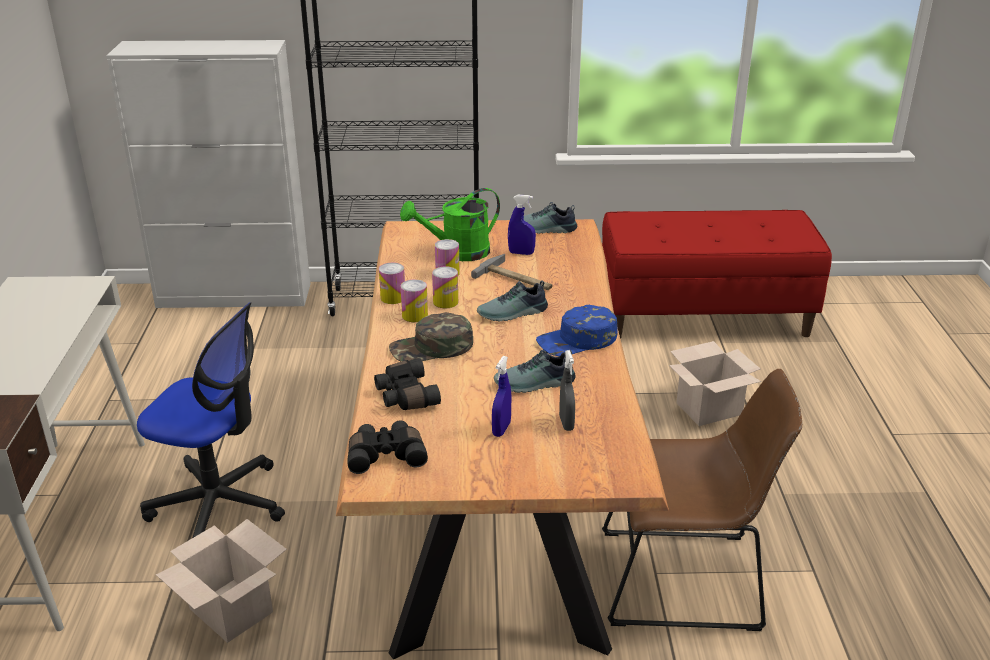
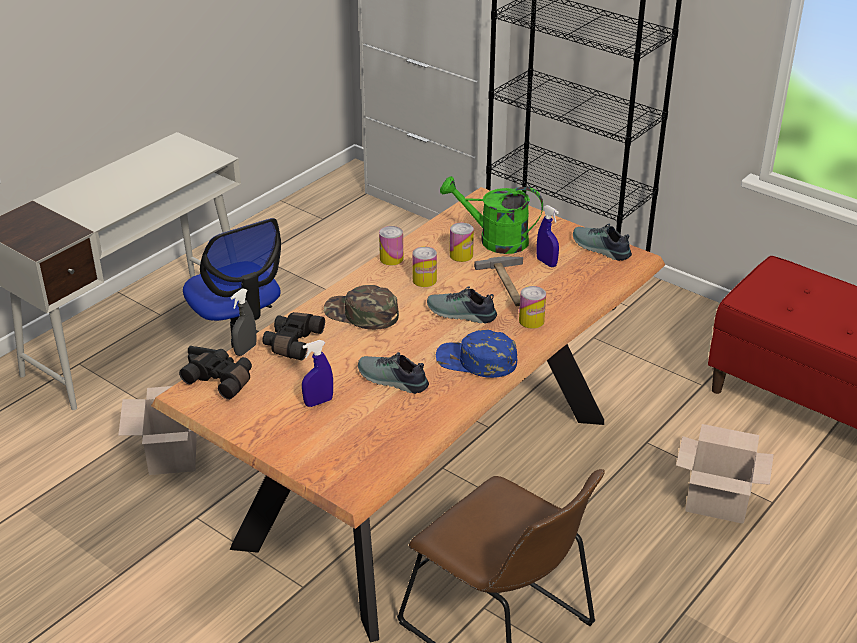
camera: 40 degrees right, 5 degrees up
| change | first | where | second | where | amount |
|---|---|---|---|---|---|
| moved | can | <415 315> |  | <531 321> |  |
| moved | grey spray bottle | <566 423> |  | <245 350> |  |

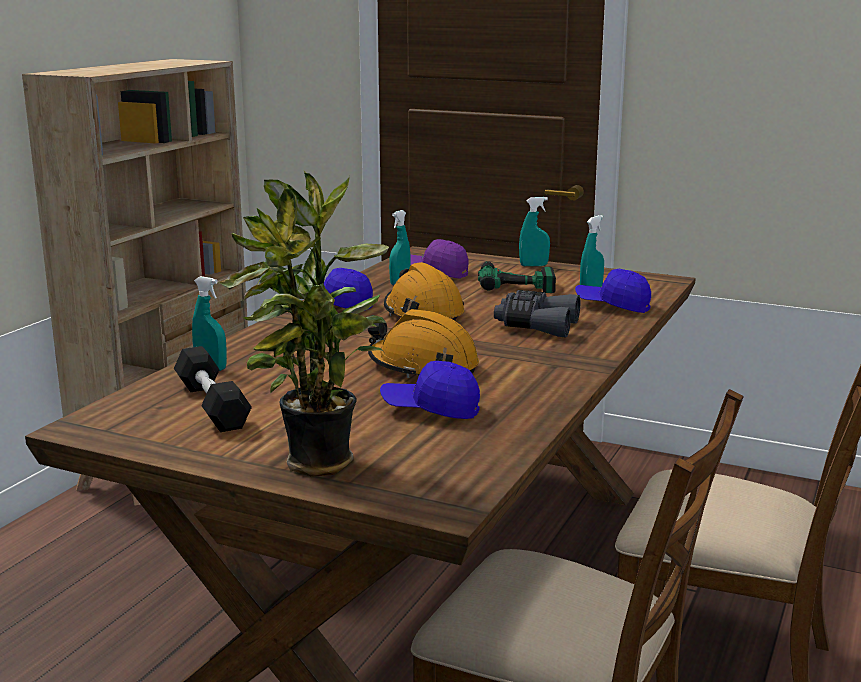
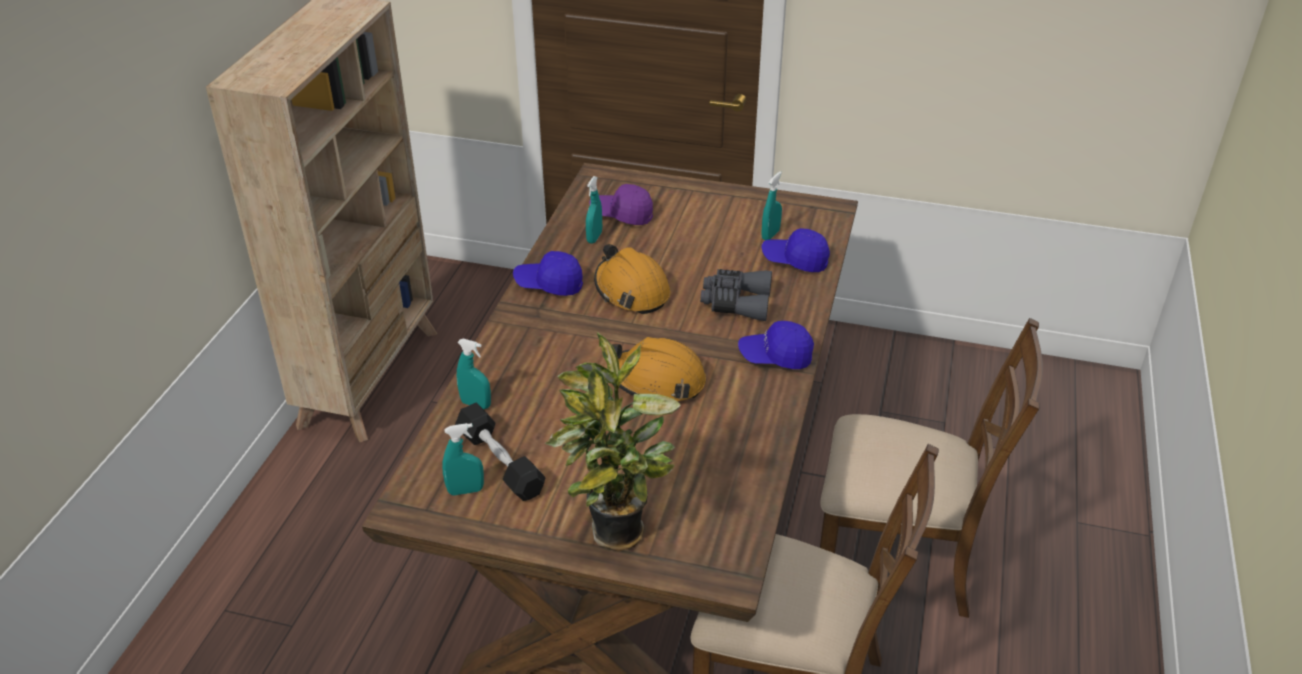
camera: 10 degrees left, 20 degrees up
| change | first | where | second | where | amount |
|---|---|---|---|---|---|
| moved | blue cap | <431 410> |  | <775 357> |  |
| removed | power drill | <514 281> |  |  |  |
| moved | turquoise spray bottle | <533 265> |  | <465 490> |  |

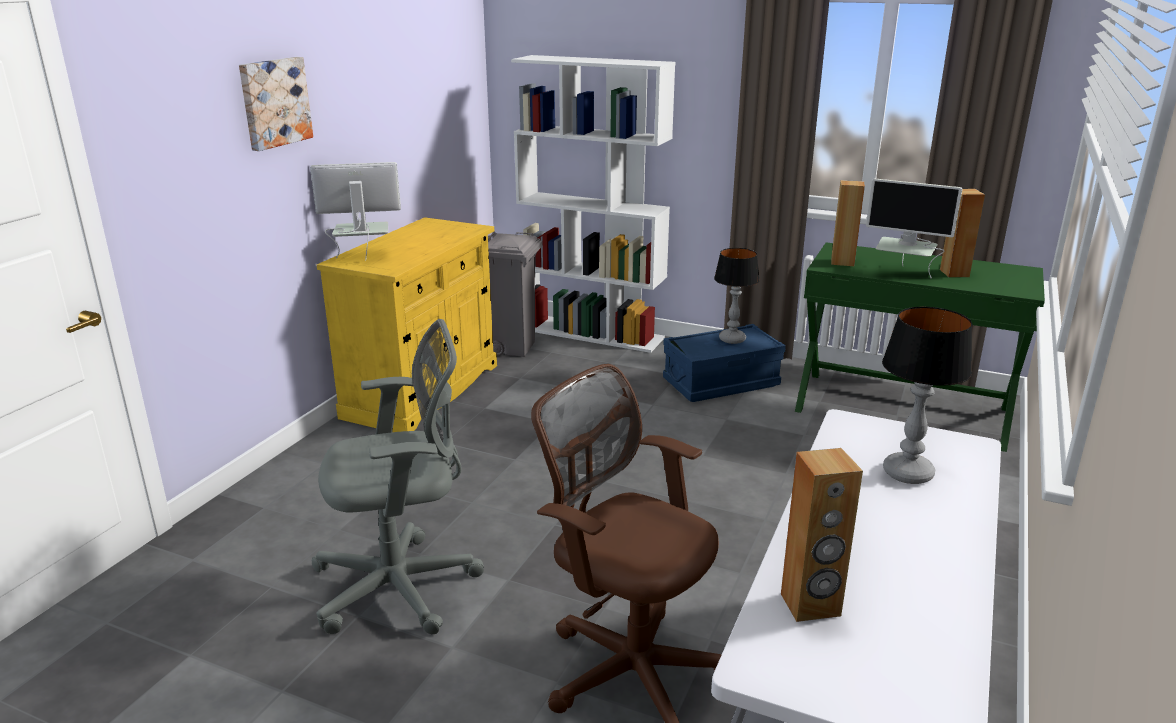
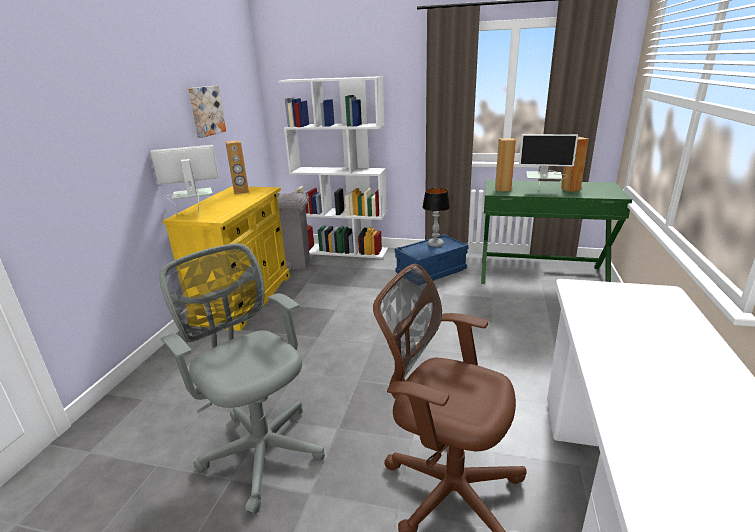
camera: 10 degrees left, 0 degrees up
| change | first | where | second | where | amount |
|---|---|---|---|---|---|
| moved | picture | <274 102> |  | <205 111> |  |
| turned | grey office chair | <403 586> |  | <261 447> | 105 degrees counterclockwise |
| moved | brown speaker | <810 605> |  | <241 192> |  |
| removed | table lamp | <907 473> |  |  |  |

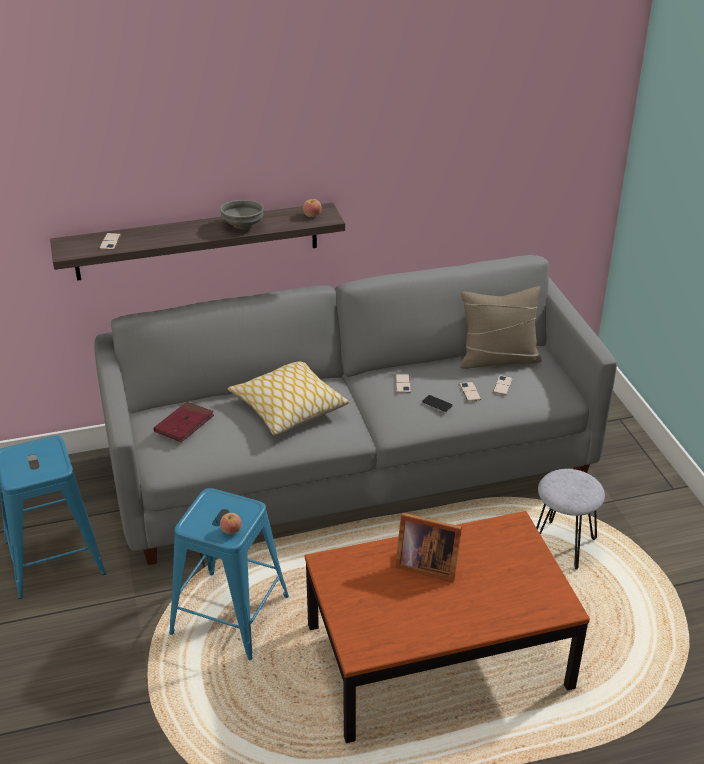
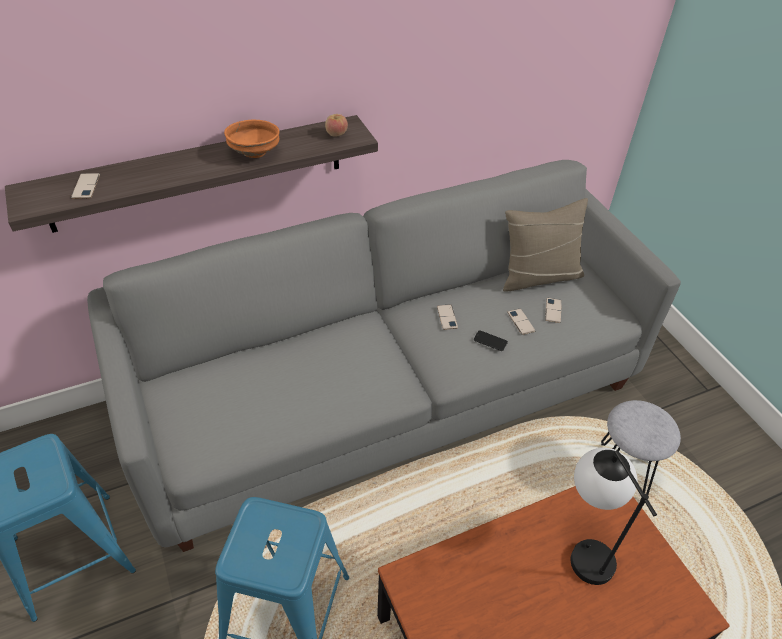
camera: 10 degrees left, 10 degrees up
| change | first | where | second | where | amount |
|---|---|---|---|---|---|
| removed | red book | <184 424> |  |  |  |
| recoloured | grey bowl | <243 225> | orange bowl | <255 152> |  |
| removed | apple | <231 530> |  |  |  |
| removed | pillow | <288 407> |  |  |  |
| removed | picture frame | <425 564> |  |  |  |
| added |  |  | table lamp | <583 546> |  |

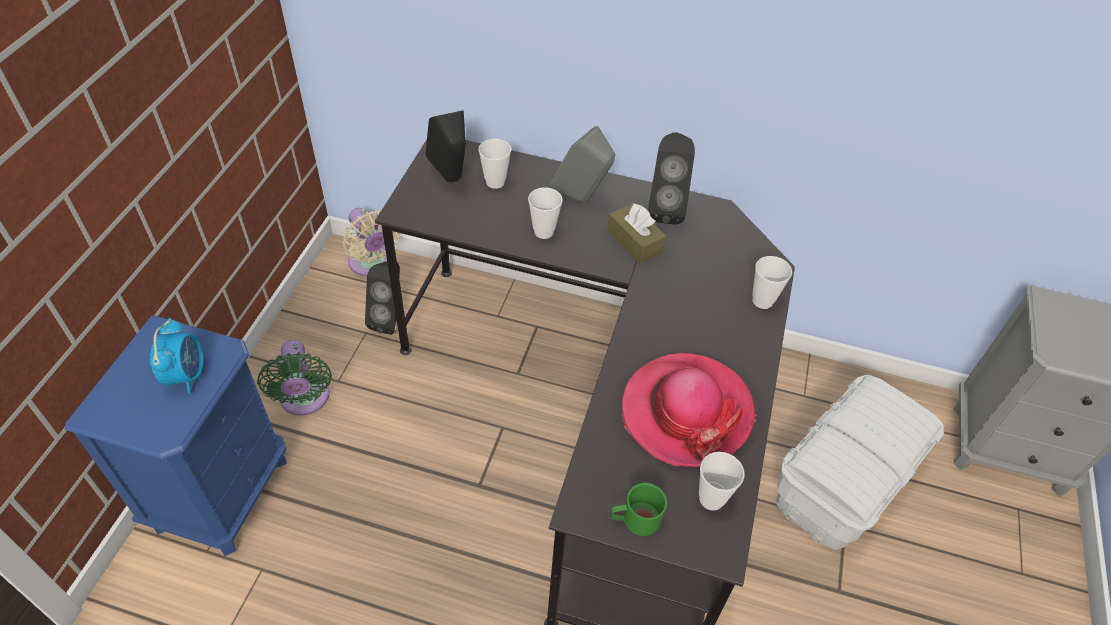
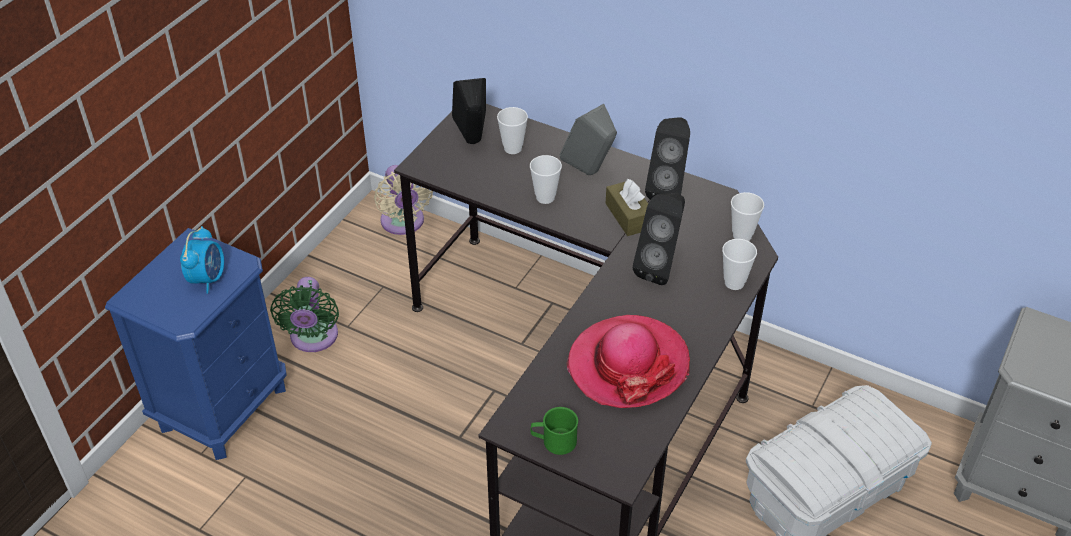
camera: 15 degrees right, 5 degrees down
| change | first | where | second | where | amount |
|---|---|---|---|---|---|
| moved | black speaker | <390 319> |  | <660 267> |  |
| moved | cup | <711 499> |  | <742 235> |  |

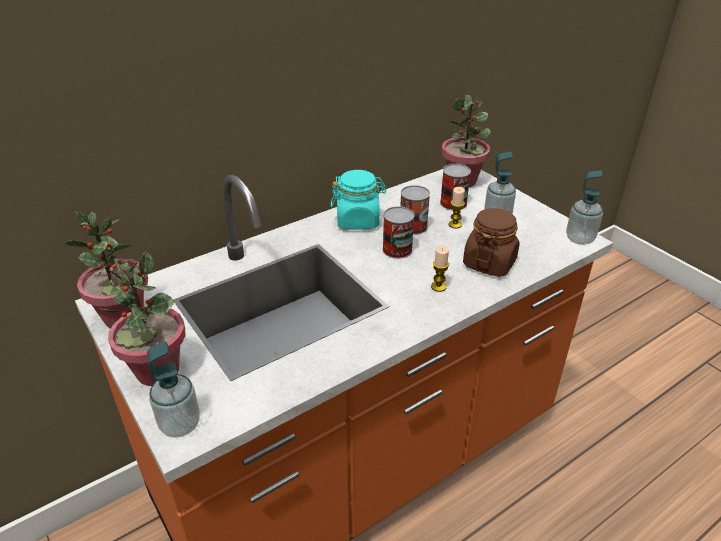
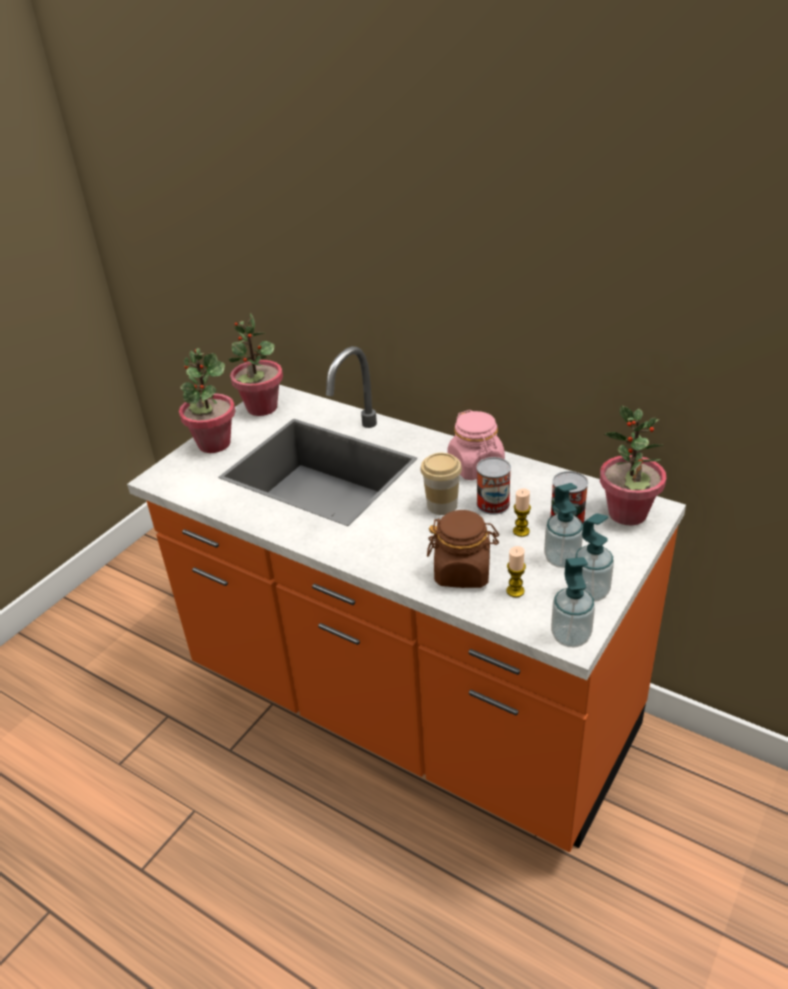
camera: 70 degrees right, 0 degrees up
| change | first | where | second | where | amount |
|---|---|---|---|---|---|
| moved | soap dispenser | <180 424> |  | <590 592> |  |
| recoloured | turquoise jar | <358 220> | pink jar | <476 467> |  |
| replaced | can | <397 249> | cup | <442 505> |  |
| moved | candle | <438 287> |  | <515 591> |  |

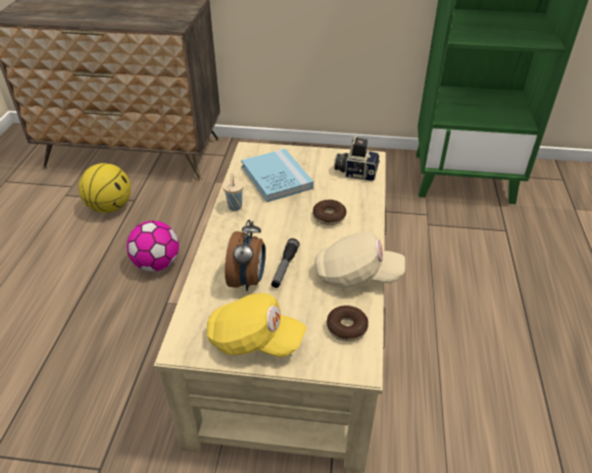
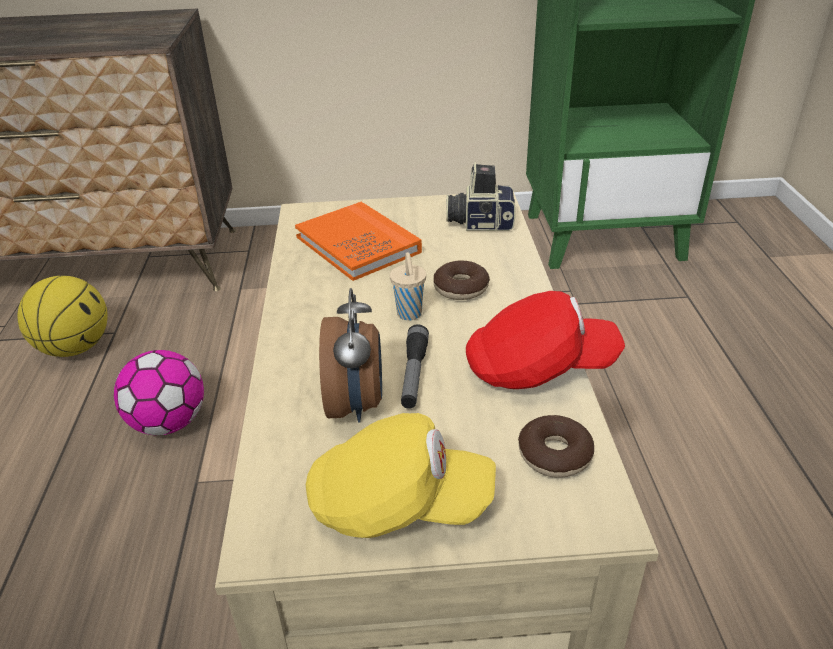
camera: 10 degrees left, 5 degrees down
| change | first | where | second | where | amount |
|---|---|---|---|---|---|
| moved | beige cup | <234 207> |  | <409 315> |  |
| recoloured | blue book | <276 177> | orange book | <357 245> |  |
| recoloured | beige cap | <356 275> | red cap | <538 368> |  |

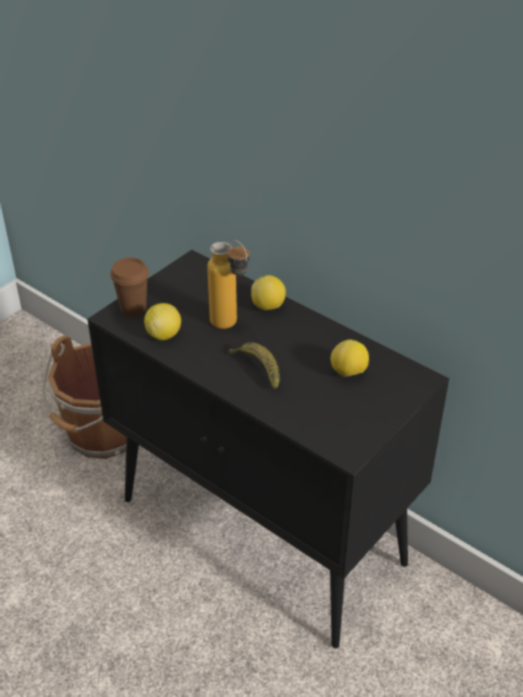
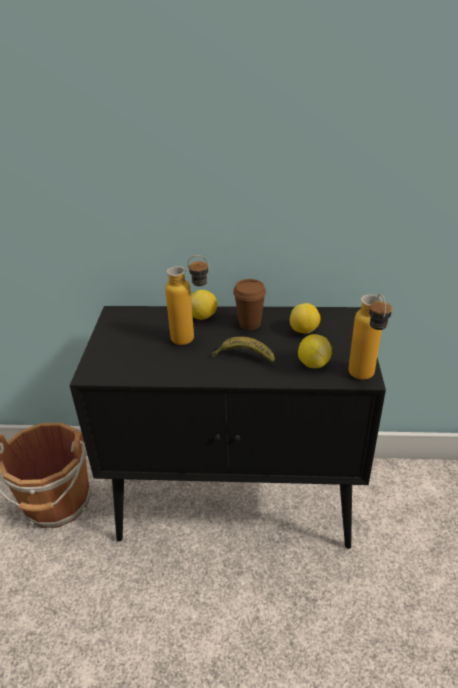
camera: 35 degrees left, 5 degrees down
| change | first | where | second | where | amount |
|---|---|---|---|---|---|
| moved | brown cup | <133 309> |  | <249 324> |  |
| moved | lemon | <164 334> |  | <313 363> |  |
| added |  |  | bottle | <364 379> |  |

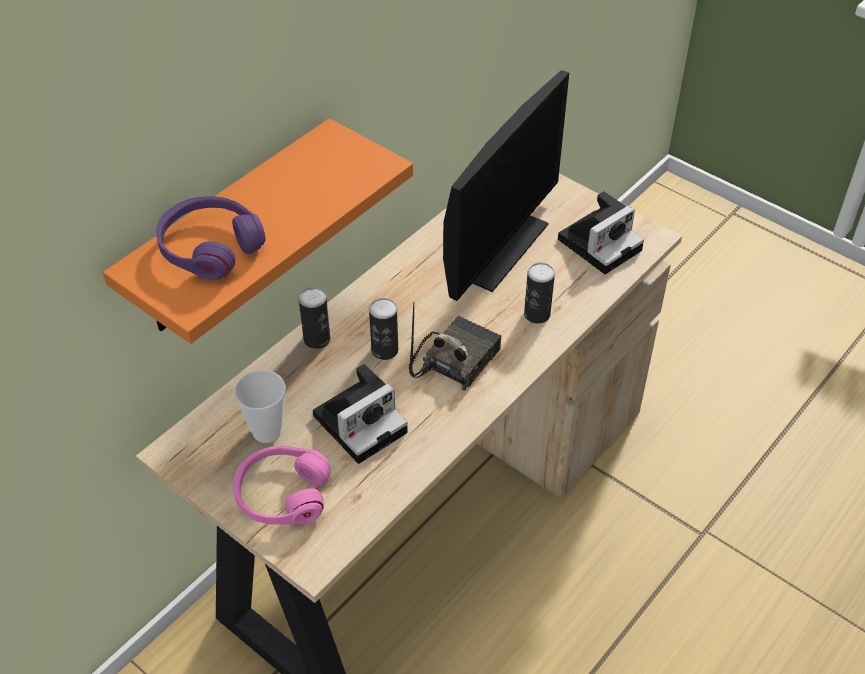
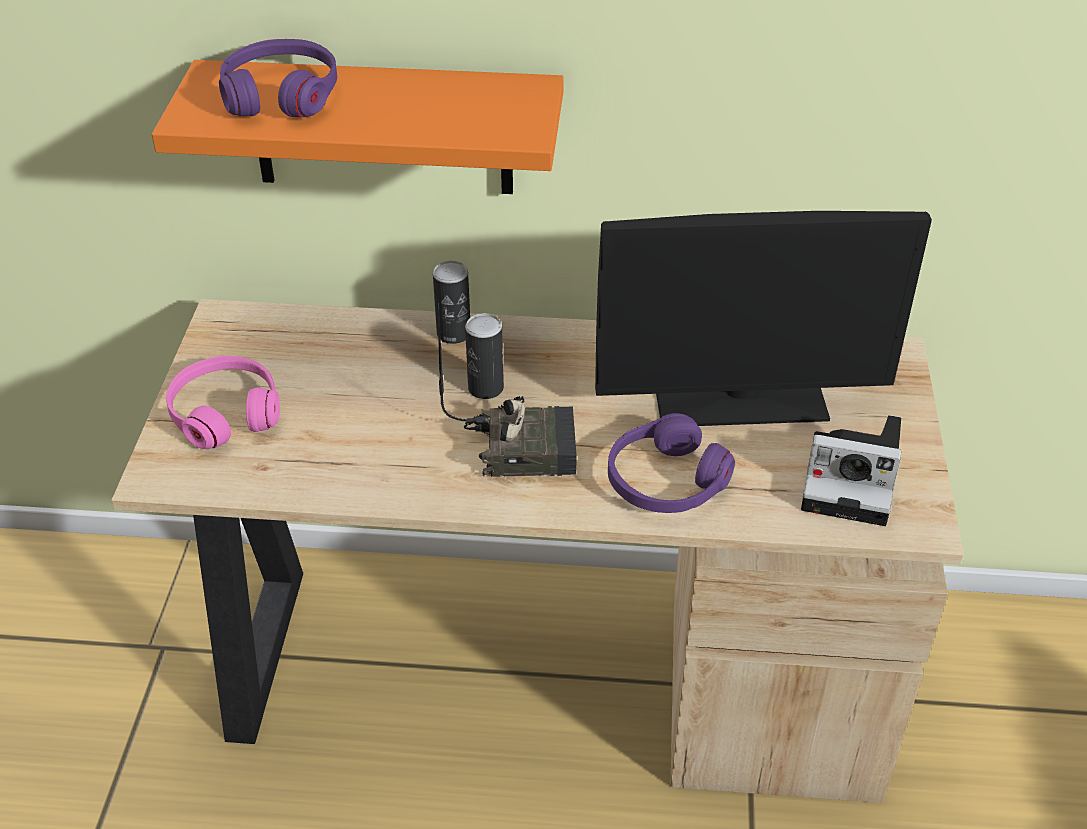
camera: 55 degrees right, 5 degrees down
| change | first | where | second | where | amount |
|---|---|---|---|---|---|
| removed | cup | <267 431> |  |  |  |
| removed | photo camera | <362 421> |  |  |  |
| replaced | can | <537 314> | purple headphones | <665 481> |  |

